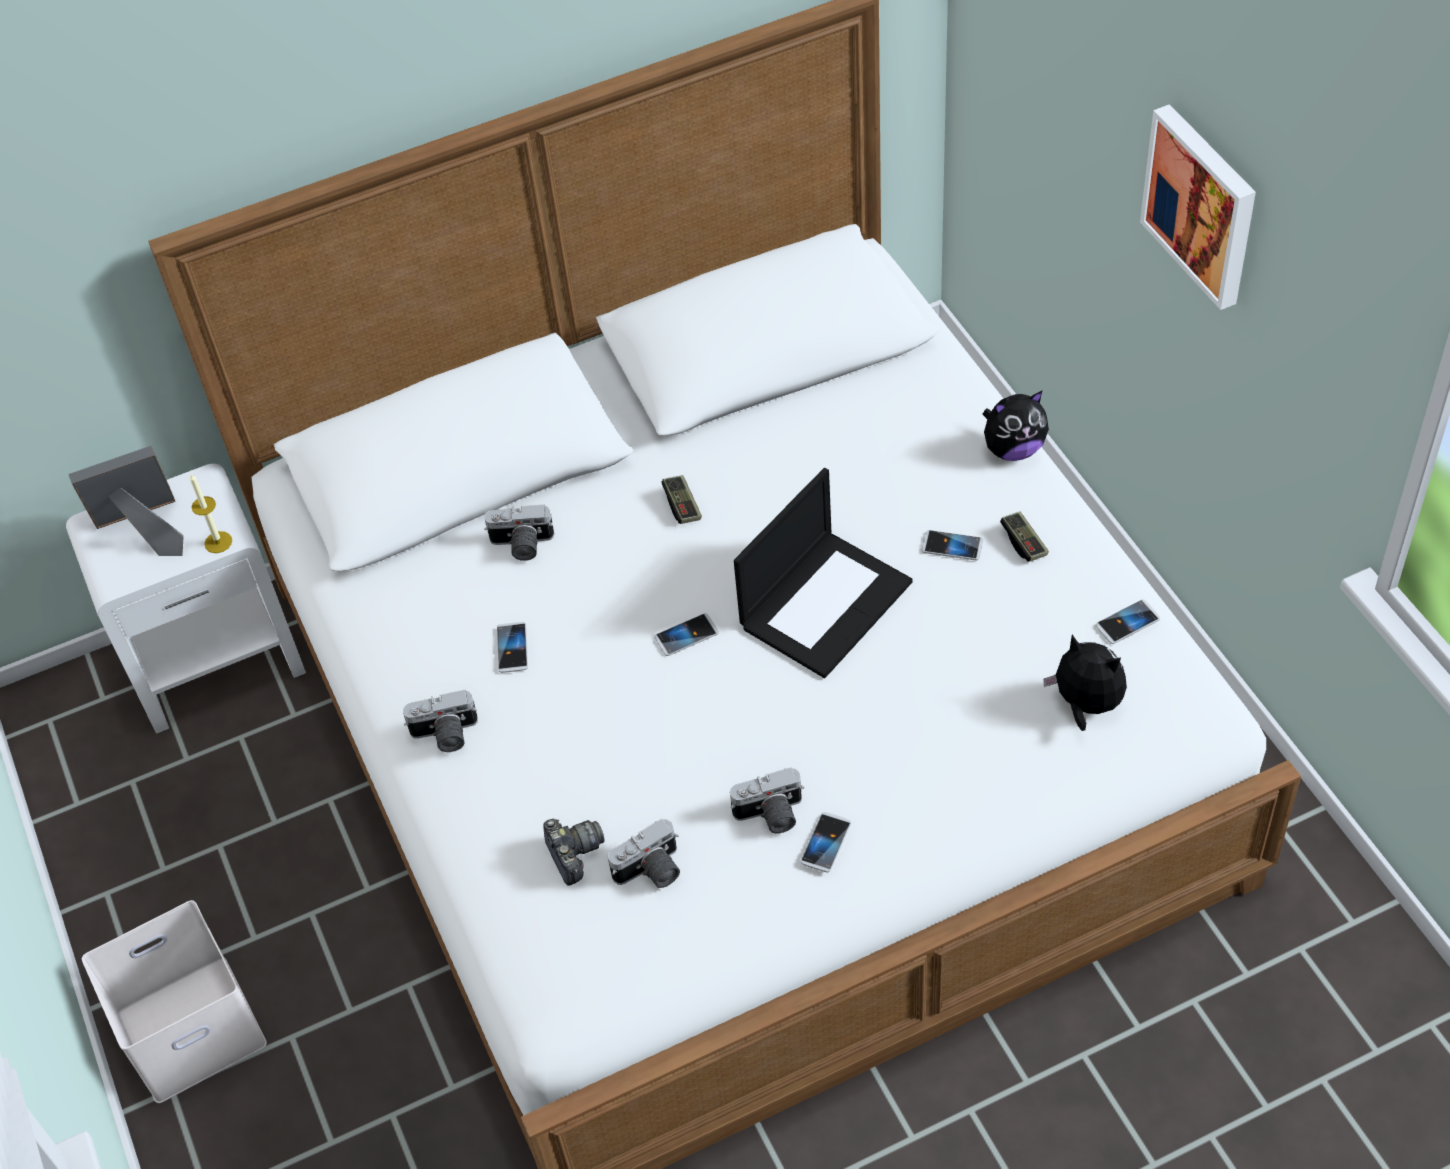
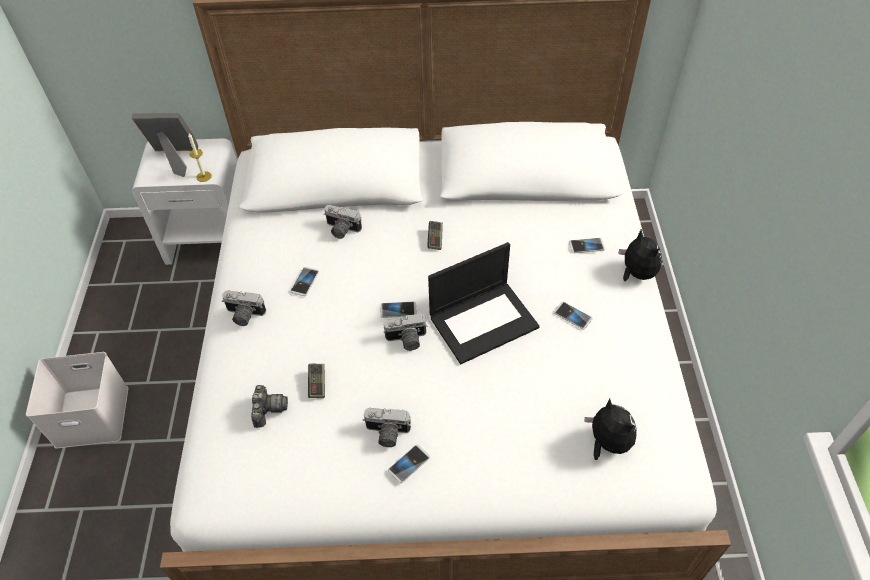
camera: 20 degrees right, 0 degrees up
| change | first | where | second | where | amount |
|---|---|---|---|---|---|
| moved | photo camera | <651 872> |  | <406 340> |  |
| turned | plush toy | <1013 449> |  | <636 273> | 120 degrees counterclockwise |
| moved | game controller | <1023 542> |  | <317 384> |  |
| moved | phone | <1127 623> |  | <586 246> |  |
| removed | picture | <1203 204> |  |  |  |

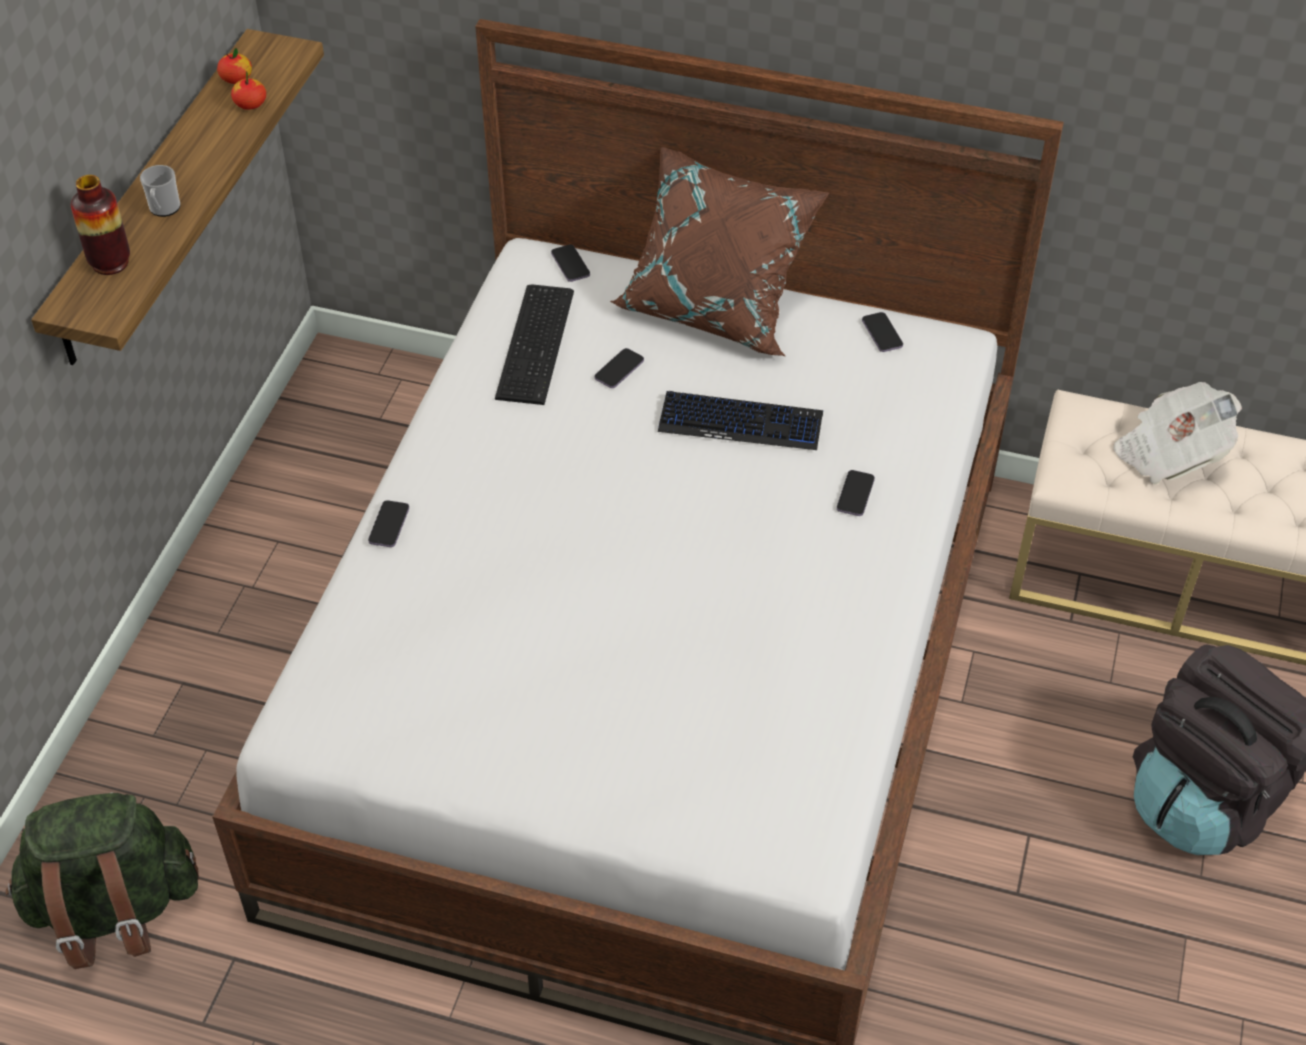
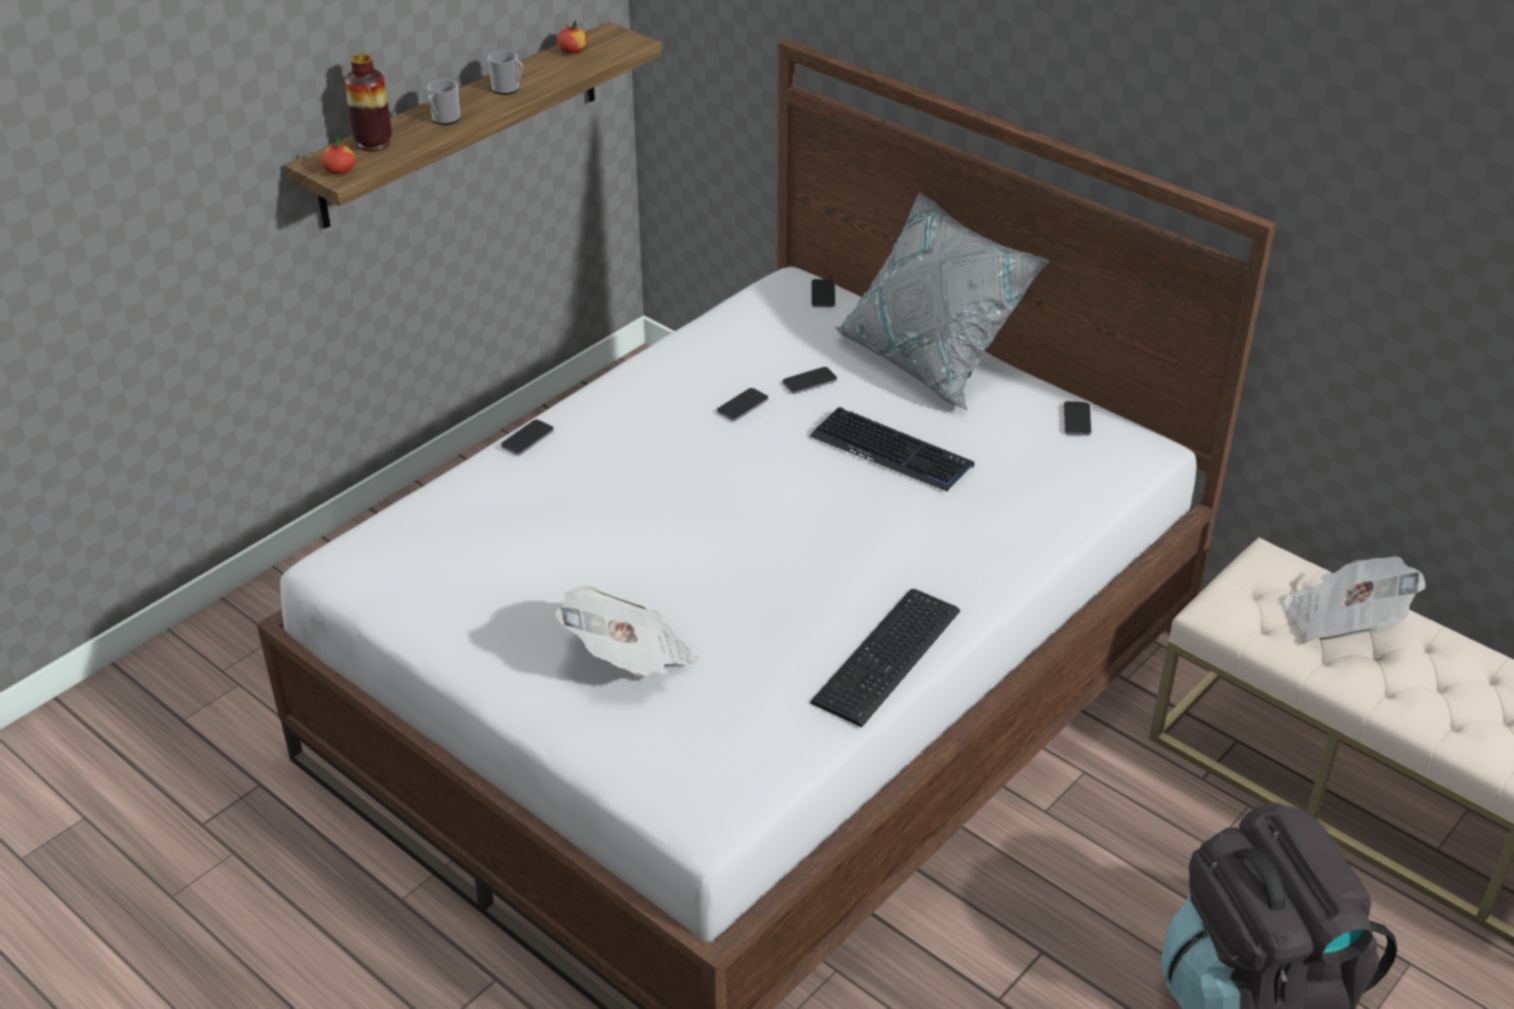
camera: 25 degrees right, 10 degrees down
| change | first | where | second | where | amount |
|---|---|---|---|---|---|
| removed | green backpack | <114 909> |  |  |  |
| moved | apple | <250 104> |  | <339 170> |  |
| moved | keyboard | <538 343> |  | <891 656> |  |
| recoloured | brown pillow | <716 307> | grey pillow | <932 359> |  |
| moved | phone | <855 494> |  | <742 406> |  |
| added |  |  | mug | <508 89> |  |
| added |  |  | newspaper | <629 659> |  |

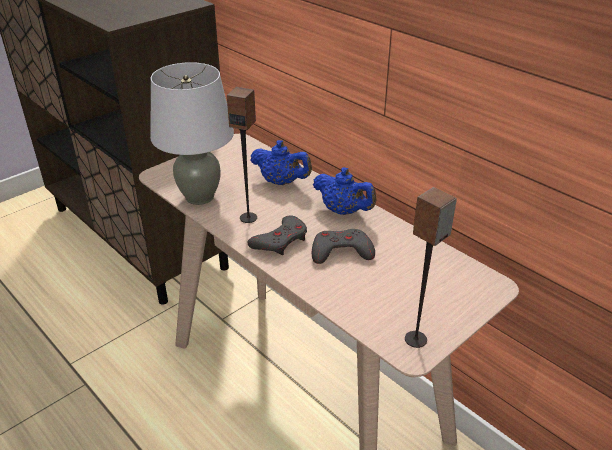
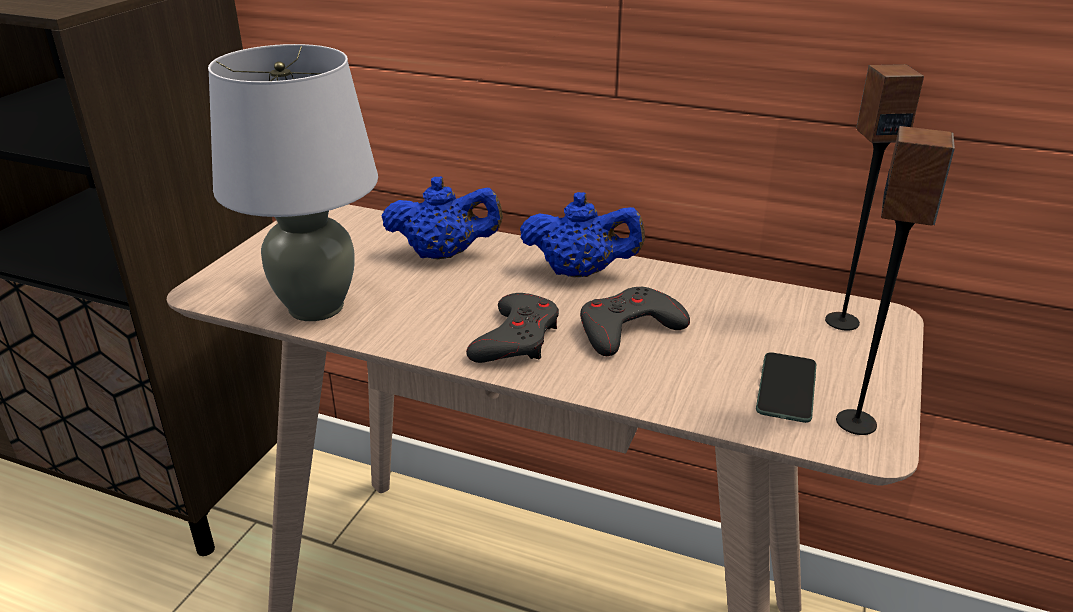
camera: 25 degrees left, 5 degrees down
| change | first | where | second | where | amount |
|---|---|---|---|---|---|
| moved | speaker | <248 217> |  | <842 321> |  |
| added |  |  | phone | <786 388> |  |

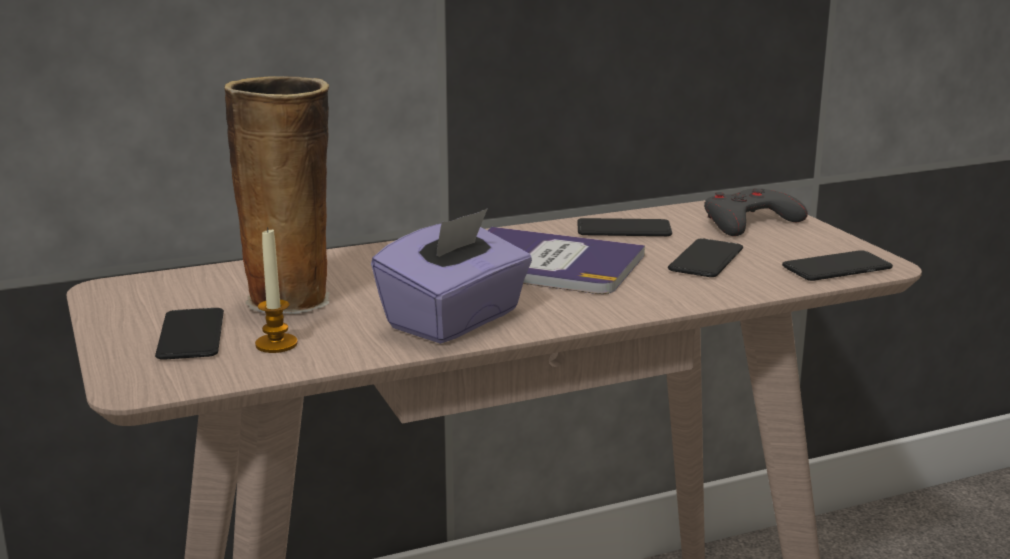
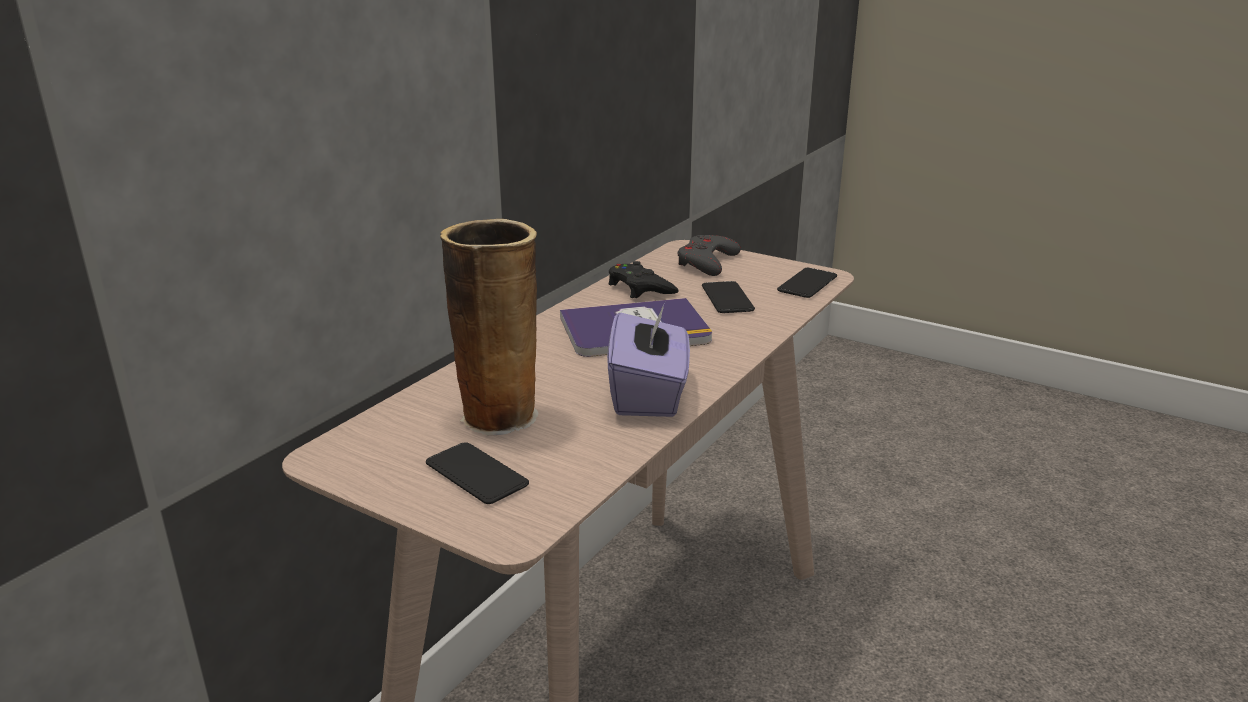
camera: 35 degrees left, 5 degrees up
| change | first | where | second | where | amount |
|---|---|---|---|---|---|
| removed | candle | <276 344> |  |  |  |
| replaced | phone | <624 229> | black game controller | <640 288> |  |

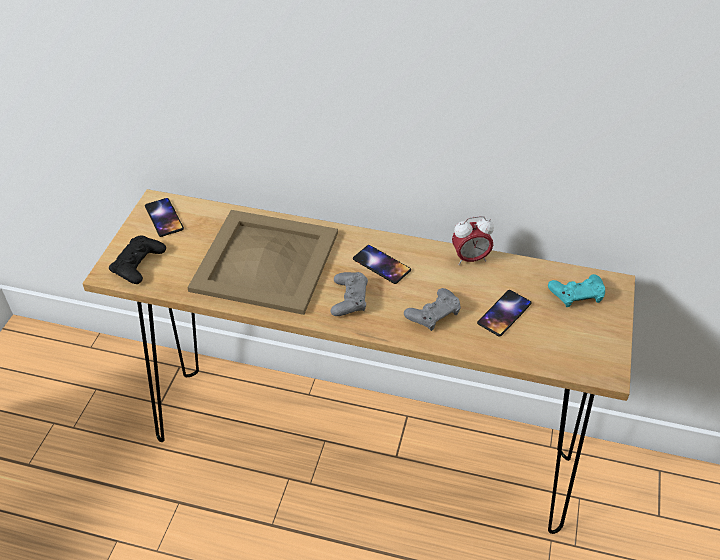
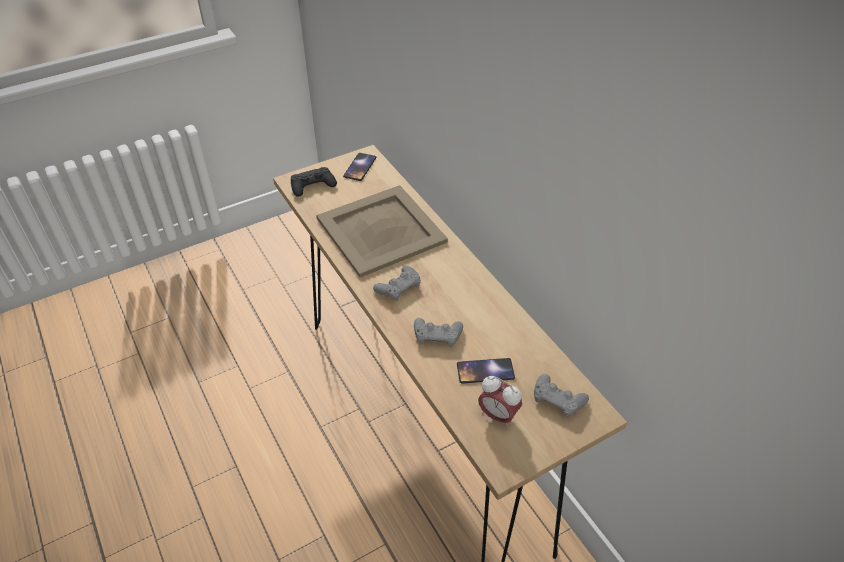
camera: 45 degrees right, 0 degrees up
| change | first | where | second | where | amount |
|---|---|---|---|---|---|
| removed | phone | <381 264> |  |  |  |
| moved | alarm clock | <470 259> |  | <497 415> |  |
| recoloured | turquoise game controller | <577 294> | grey game controller | <558 399> |  |

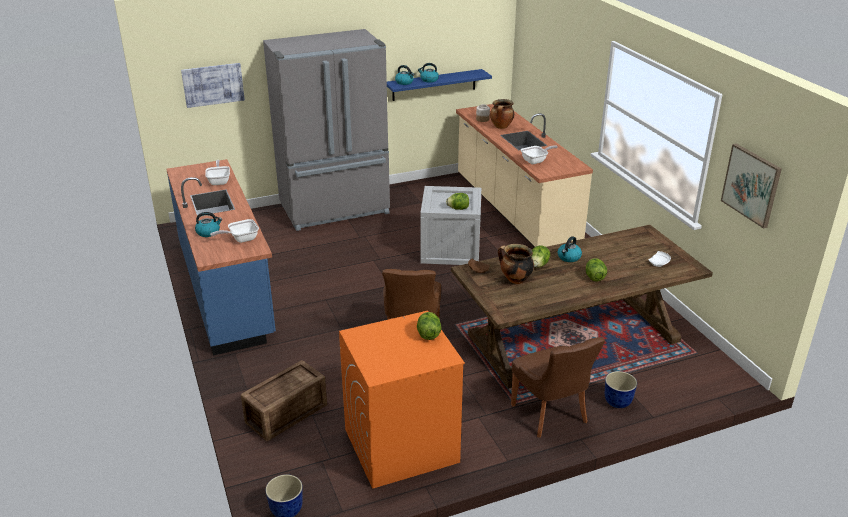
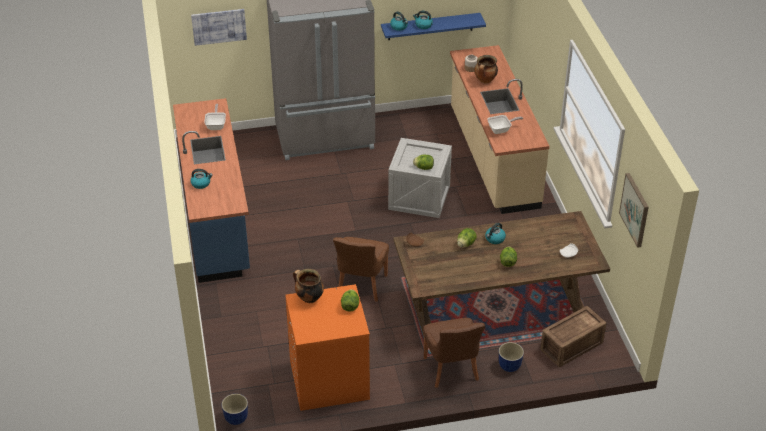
camera: 10 degrees right, 10 degrees up
| change | first | where | second | where | amount |
|---|---|---|---|---|---|
| removed | frying pan | <241 239> |  |  |  |
| moved | crate | <285 413> |  | <570 346> |  |
| moved | cooking pot | <515 280> |  | <309 298> |  |

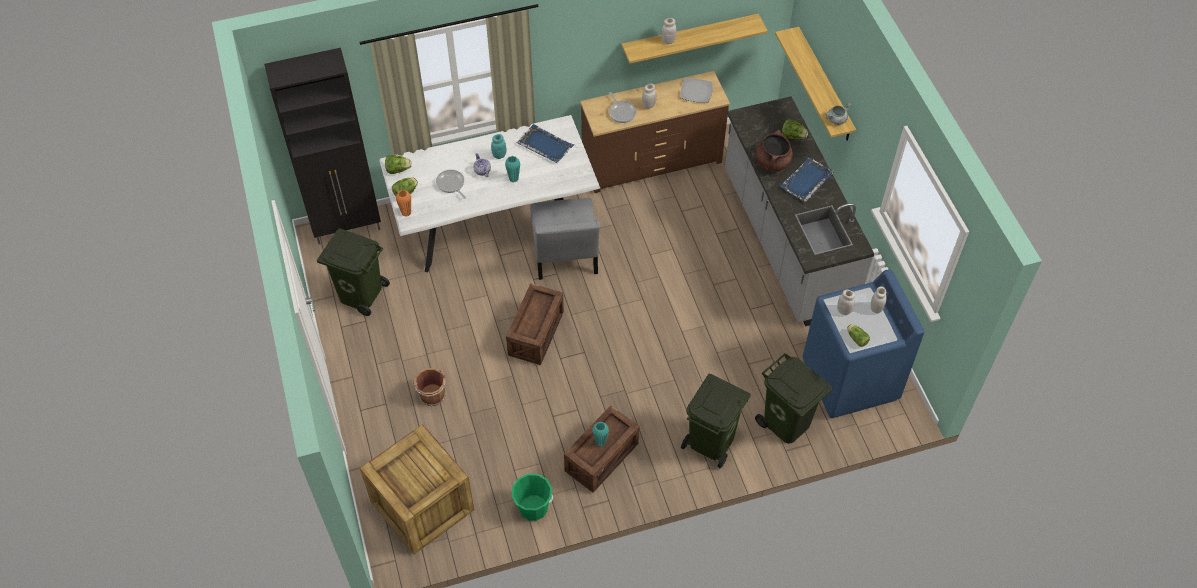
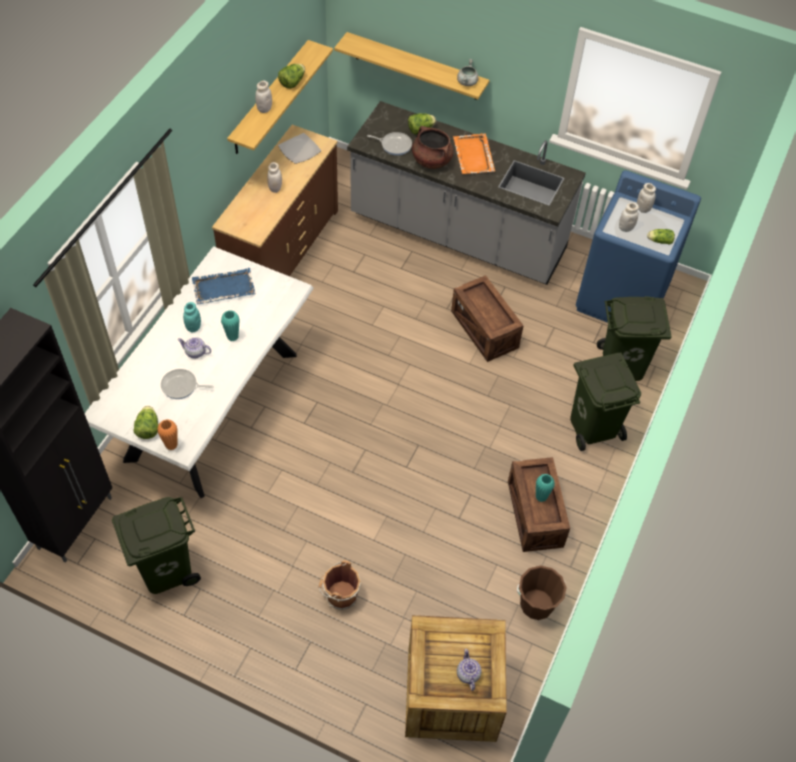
camera: 50 degrees left, 0 degrees up
| change | first | where | second | where | amount |
|---|---|---|---|---|---|
| moved | lettuce | <398 170> |  | <292 82> |  |
| moved | crate | <536 334> |  | <484 330> |  |
| recoloured | green bucket | <533 508> | brown bucket | <536 604> |  |
| removed | grey chair | <565 256> |  |  |  |
| moved | frying pan | <621 112> |  | <394 145> |  |
| recoloured | blue tray | <806 181> | orange tray | <473 156> |  |
| added |  |  | teapot | <468 674> |  |

